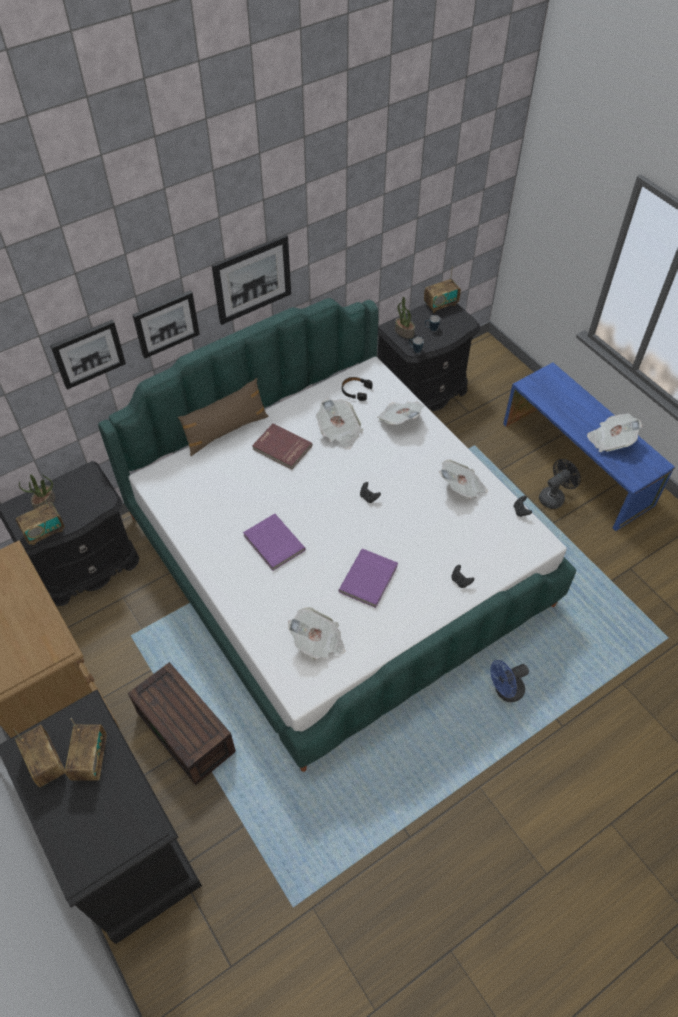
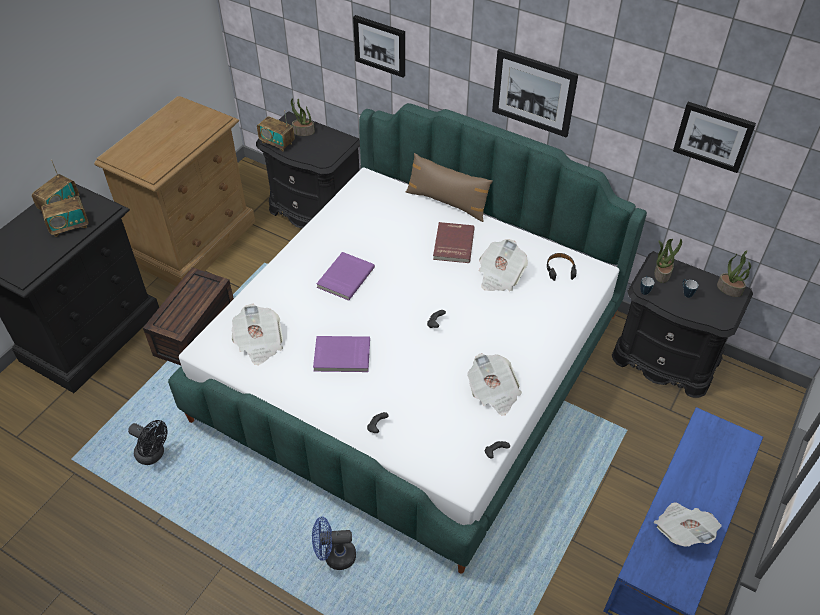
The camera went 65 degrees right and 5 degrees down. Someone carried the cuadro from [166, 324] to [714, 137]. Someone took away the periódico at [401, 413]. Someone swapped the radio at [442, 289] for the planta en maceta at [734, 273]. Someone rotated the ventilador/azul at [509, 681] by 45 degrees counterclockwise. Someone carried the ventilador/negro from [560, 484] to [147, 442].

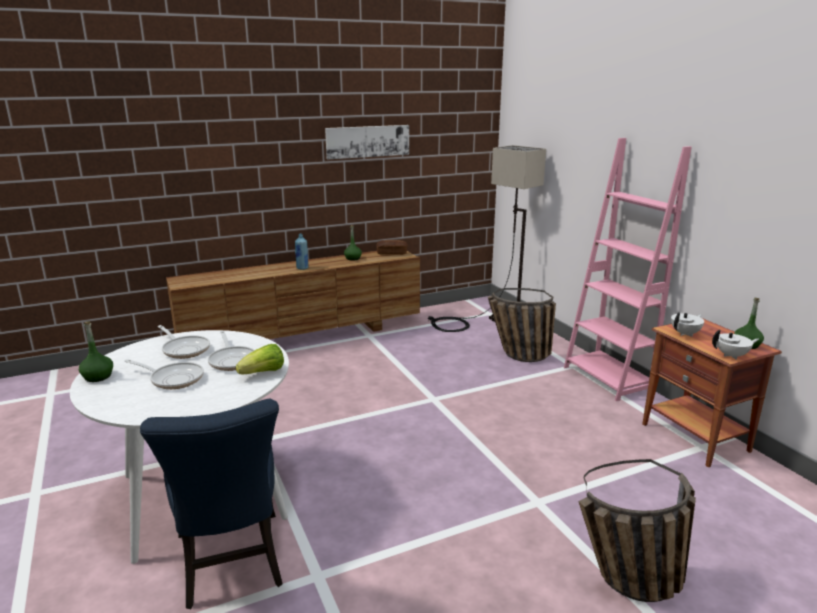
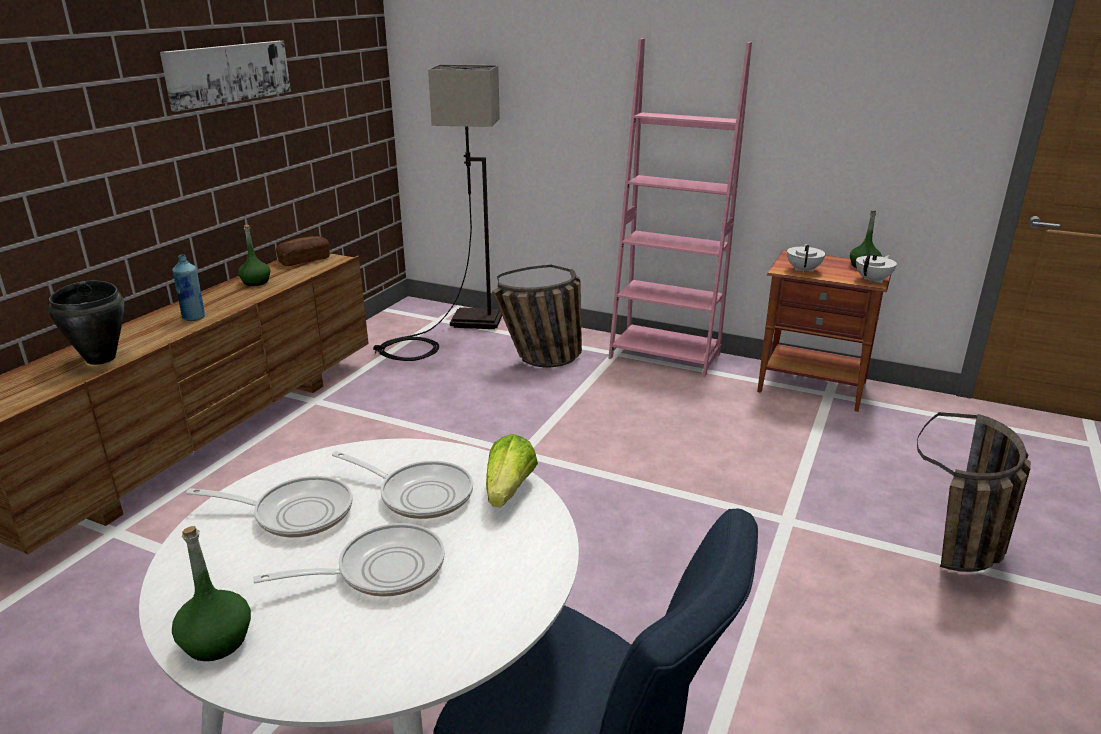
The camera went 40 degrees left and 5 degrees up. Someone put down the olla/negro at [86, 323].

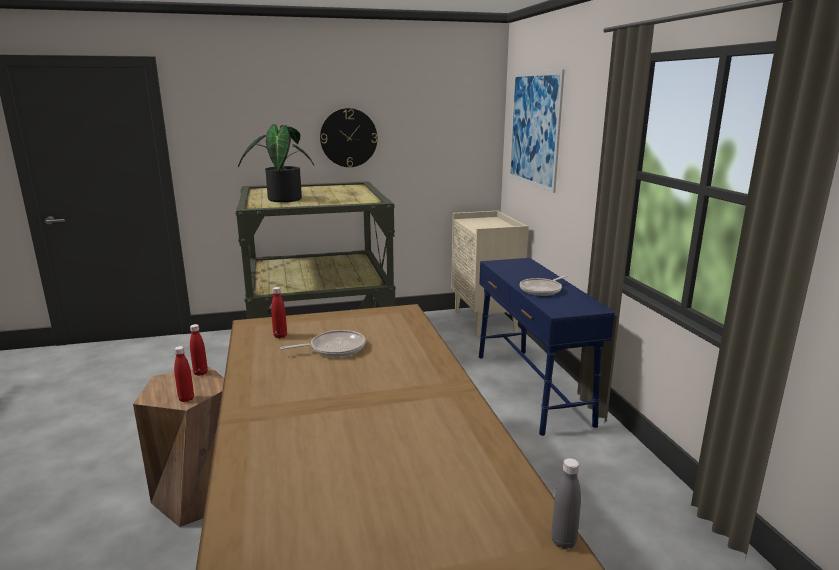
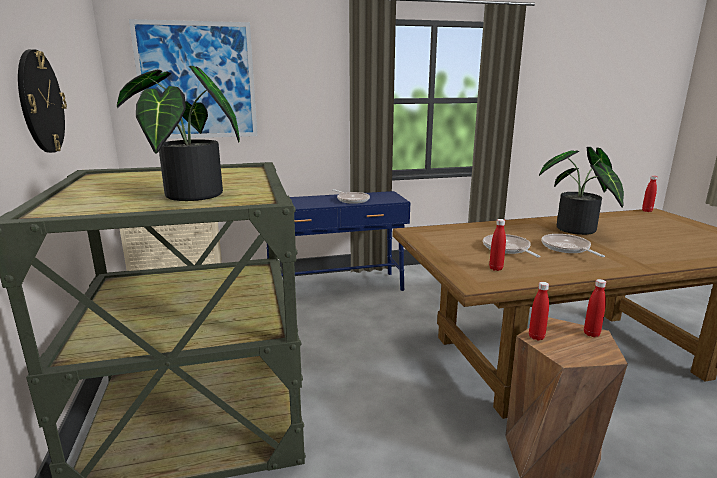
The camera went 90 degrees left and 0 degrees up. Someone repainted the botella/gris at [566, 503], which became the botella/rojo at [649, 193]. Someone put down the planta en maceta at [581, 191]. Someone put down the sartén at [573, 245].

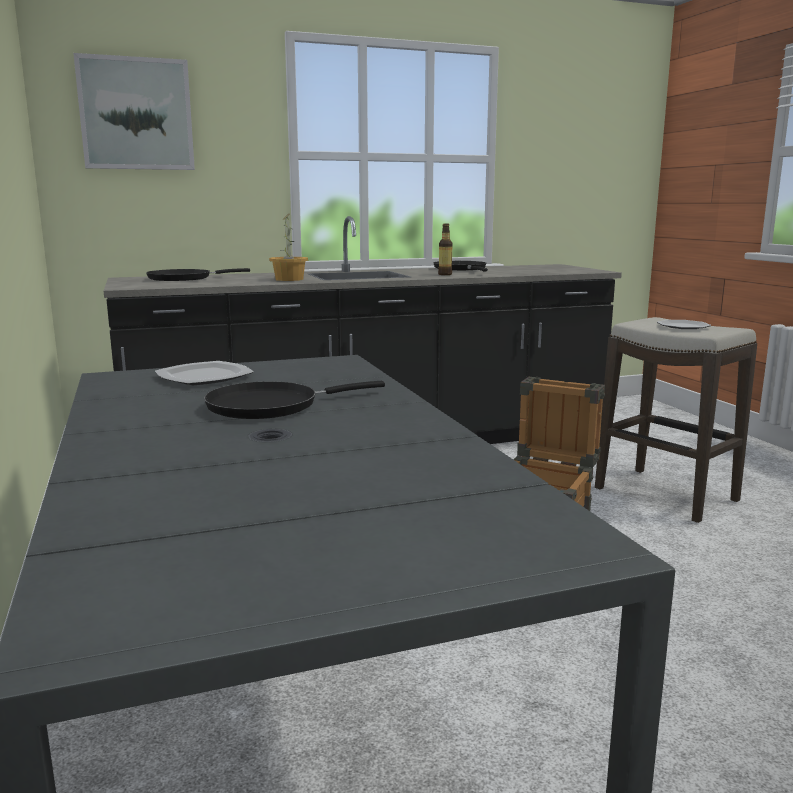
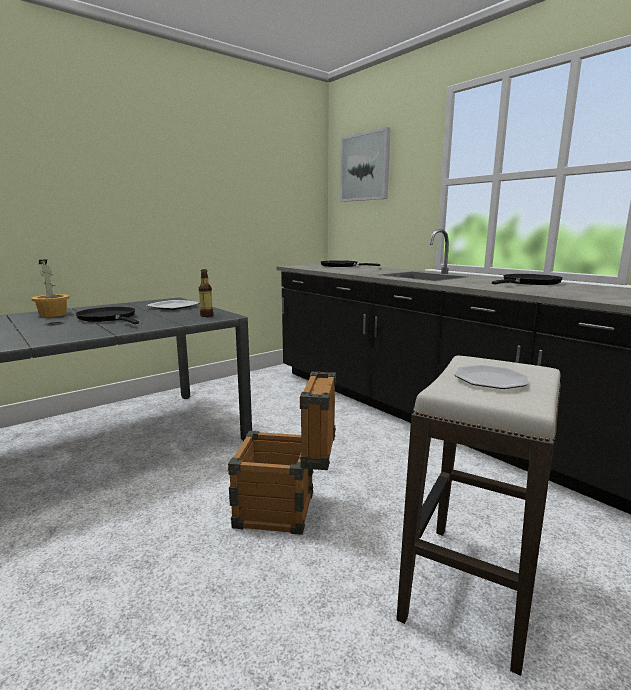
The camera went 70 degrees right and 0 degrees up. Someone carried the planta en maceta from [288, 247] to [50, 288]. Someone carried the botella from [445, 249] to [206, 293].

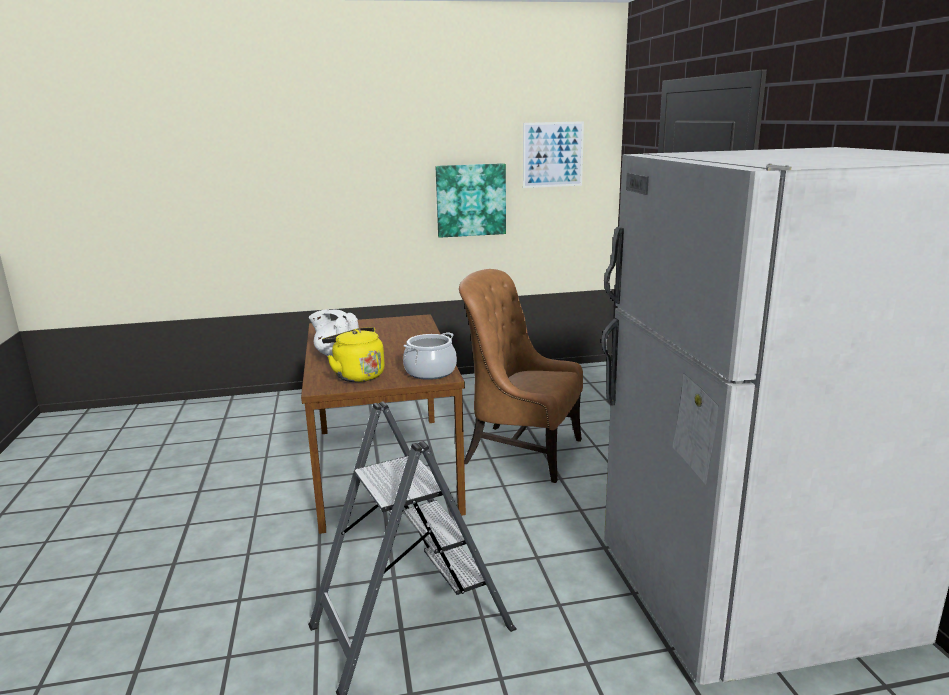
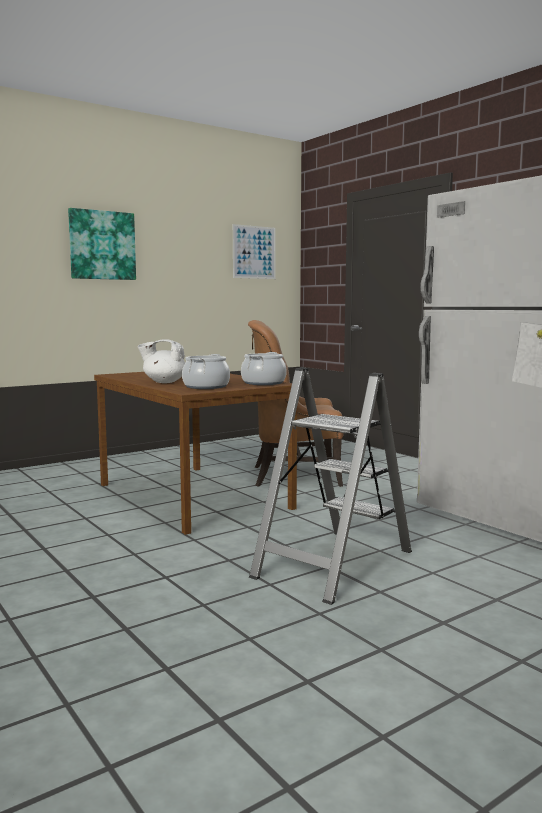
The camera went 25 degrees left and 10 degrees down. Someone swapped the hervidor/amarillo at [353, 354] for the olla at [206, 371]. Someone carried the cuadro from [471, 200] to [102, 244].

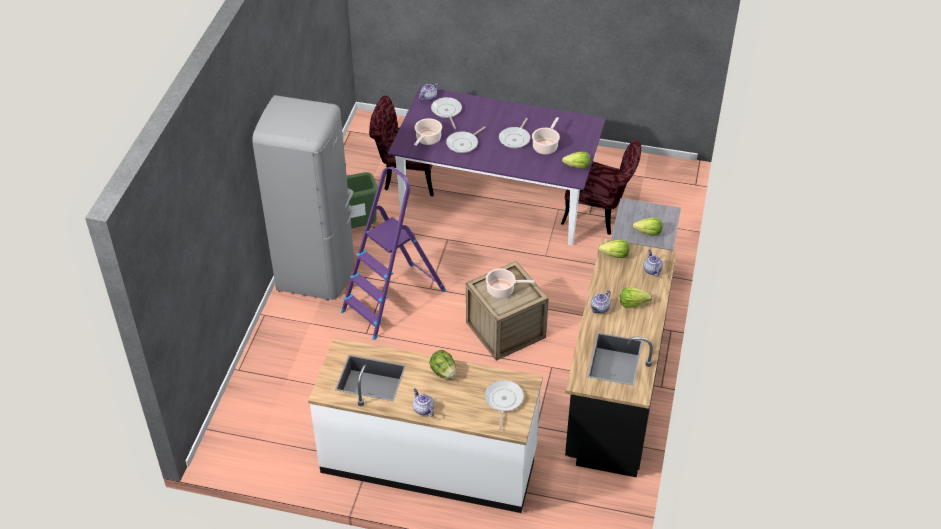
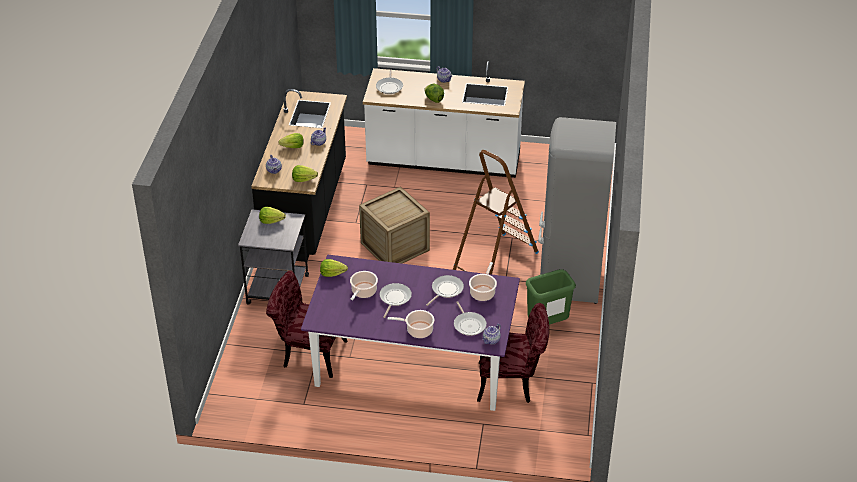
The camera went 175 degrees right and 5 degrees down. Someone repainted the escalera de tijera/morado at [393, 253], which became the escalera de tijera/marrón at [496, 212]. Someone carried the olla from [510, 283] to [411, 324].

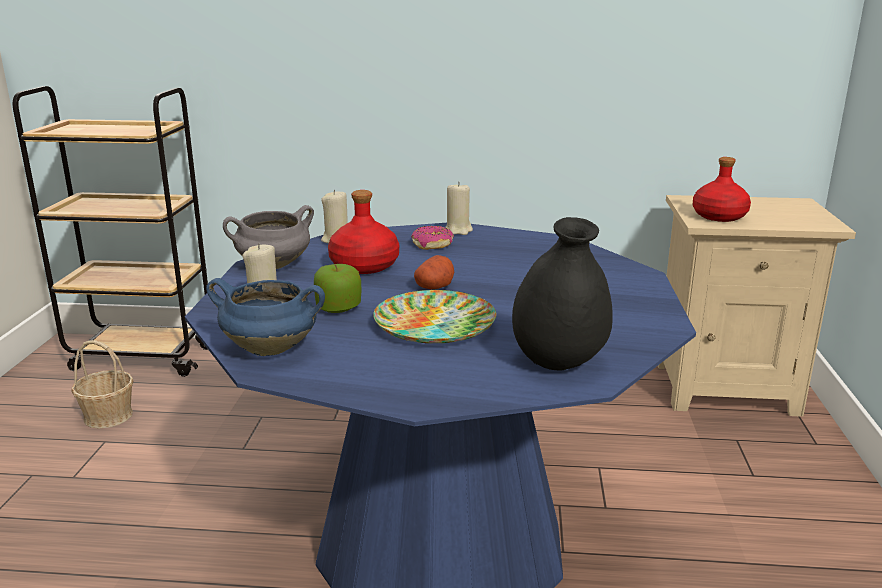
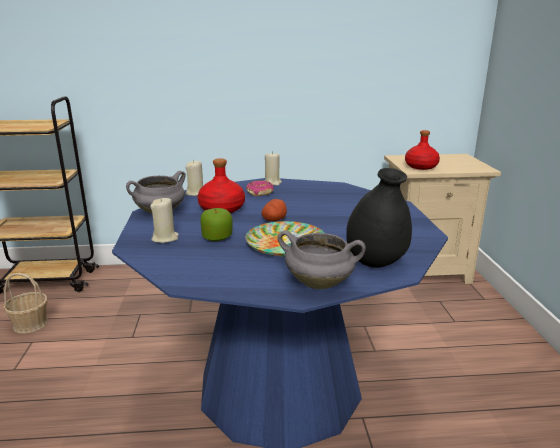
The camera went 10 degrees left and 0 degrees up. Someone took away the olla/azul at [265, 317]. Someone put down the olla/gris at [322, 259].

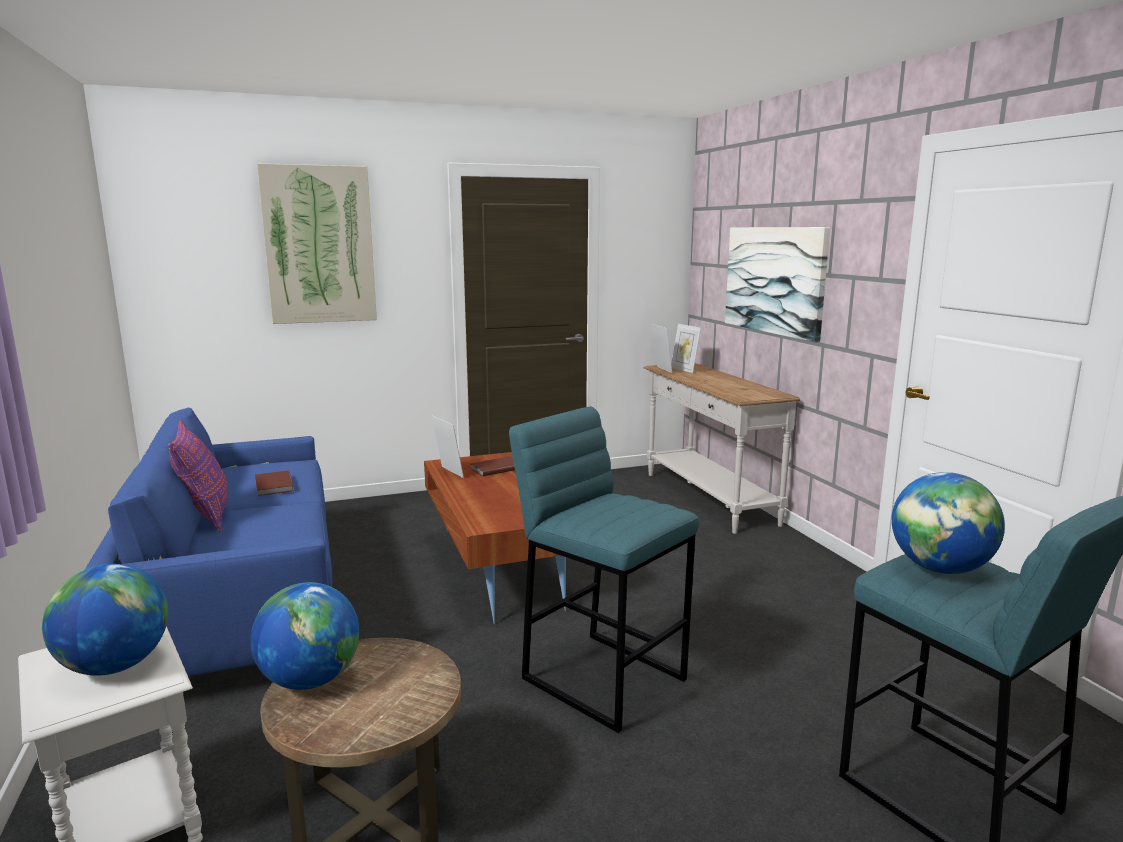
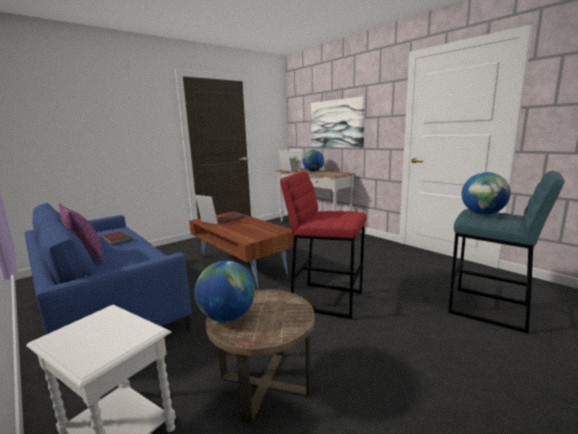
The camera went 20 degrees left and 0 degrees up. Someone carried the globo terráqueo from [105, 620] to [313, 161]. Someone took away the cuadro at [317, 243]. Someone repainted the taburete/turquesa at [604, 570], which became the taburete/rojo at [323, 245].

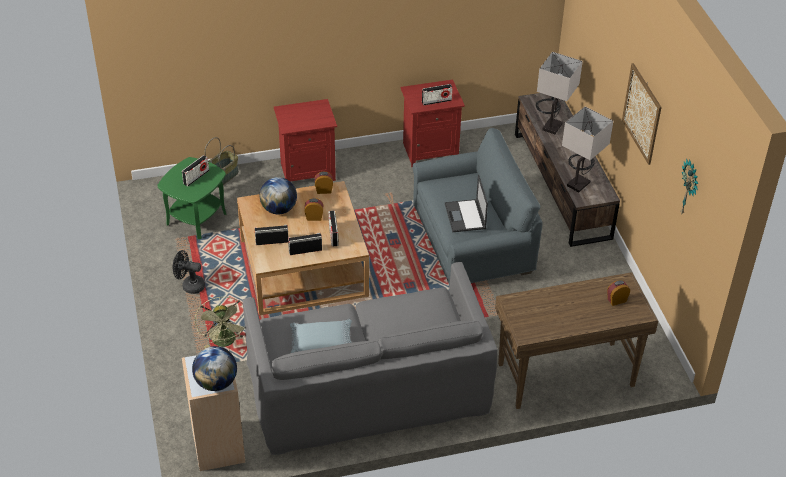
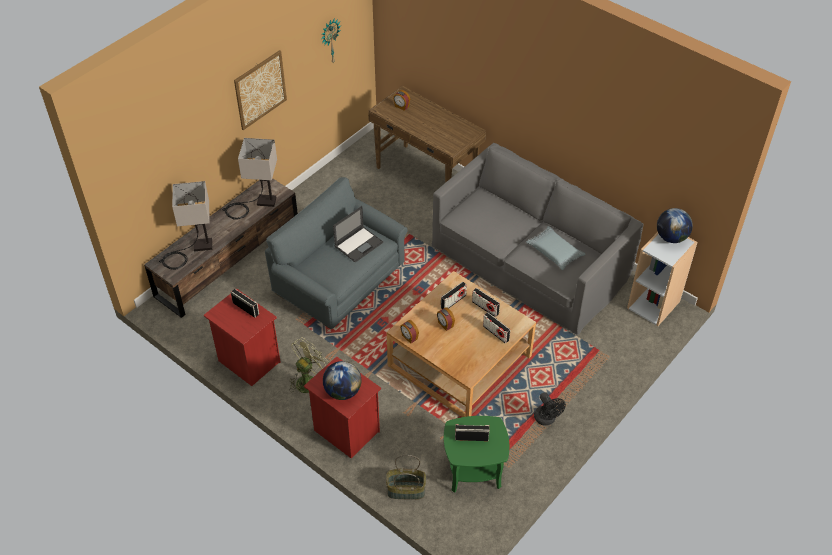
The camera went 125 degrees left and 5 degrees up. Someone carried the ventilador/verde from [220, 322] to [308, 365]. Someone carried the globo terráqueo from [278, 196] to [342, 380].

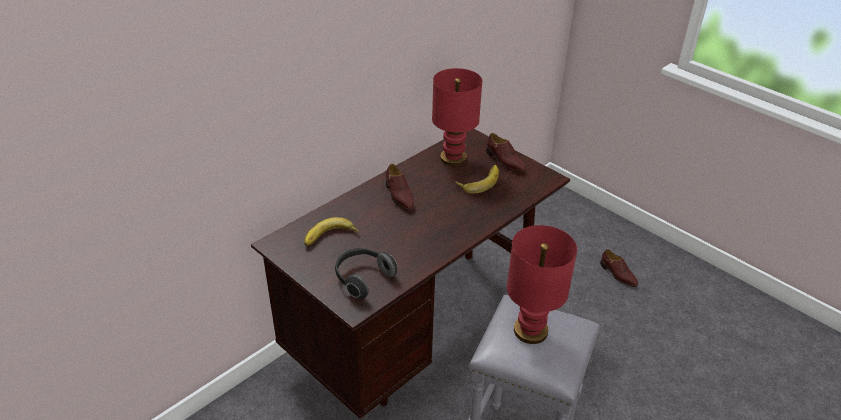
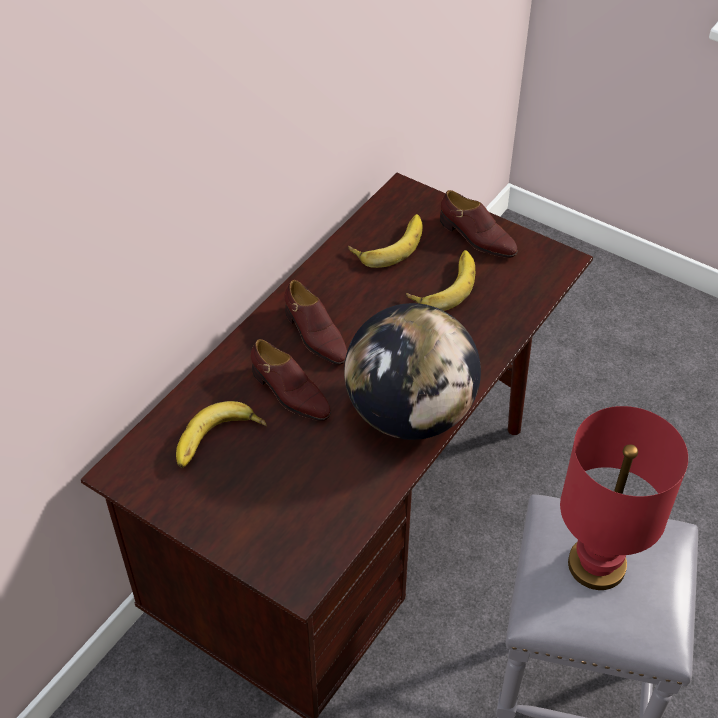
The camera went 10 degrees left and 10 degrees up. Someone took away the auriculares at [366, 273]. Someone swapped the lámpara de mesa/rojo at [457, 117] for the plátano at [385, 241]. Someone carried the zapato/marrón from [619, 268] to [291, 380]. Someone put down the globo terráqueo at [412, 371].

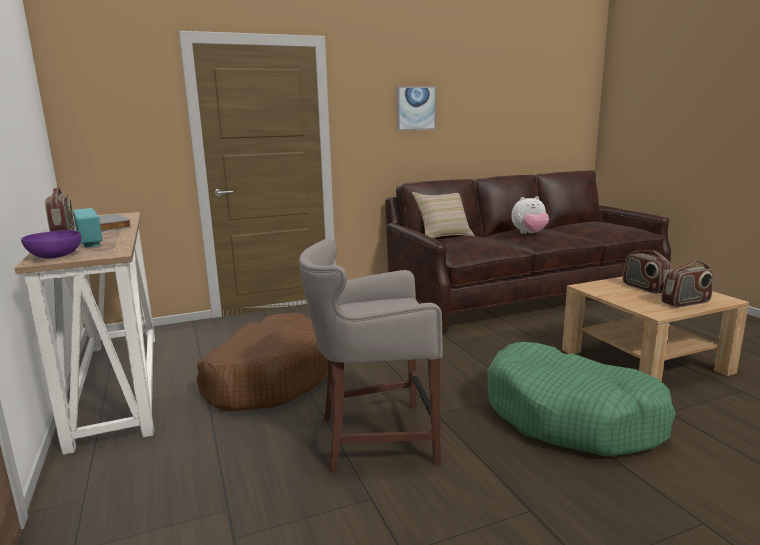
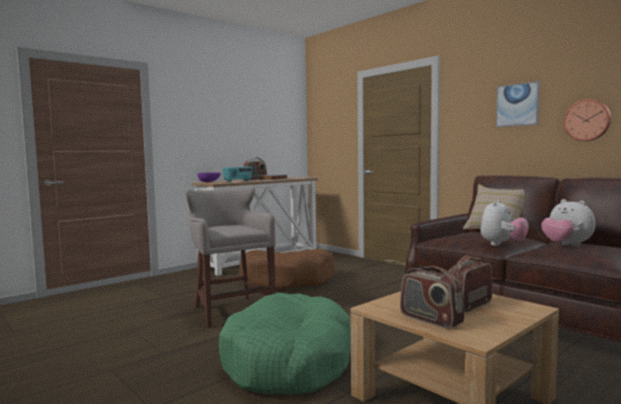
The camera went 70 degrees right and 10 degrees down. Someone put down the peluche at [504, 223]. Someone put up the reloj de pared at [587, 120].

